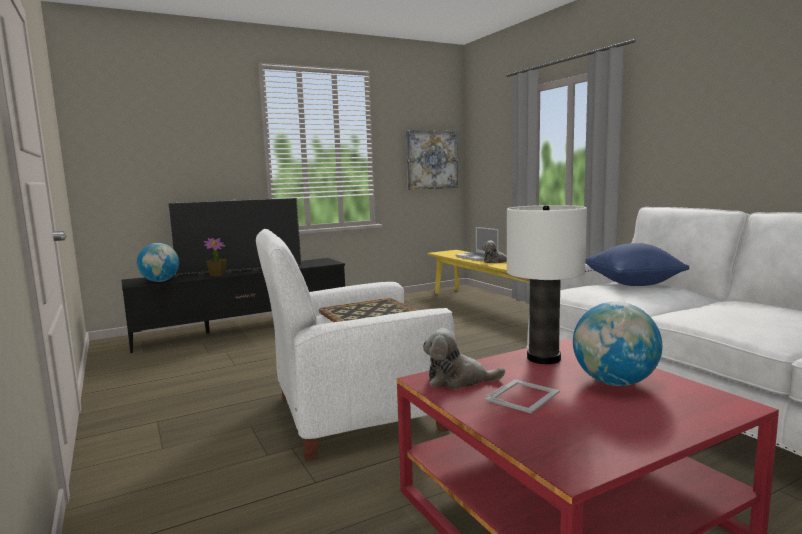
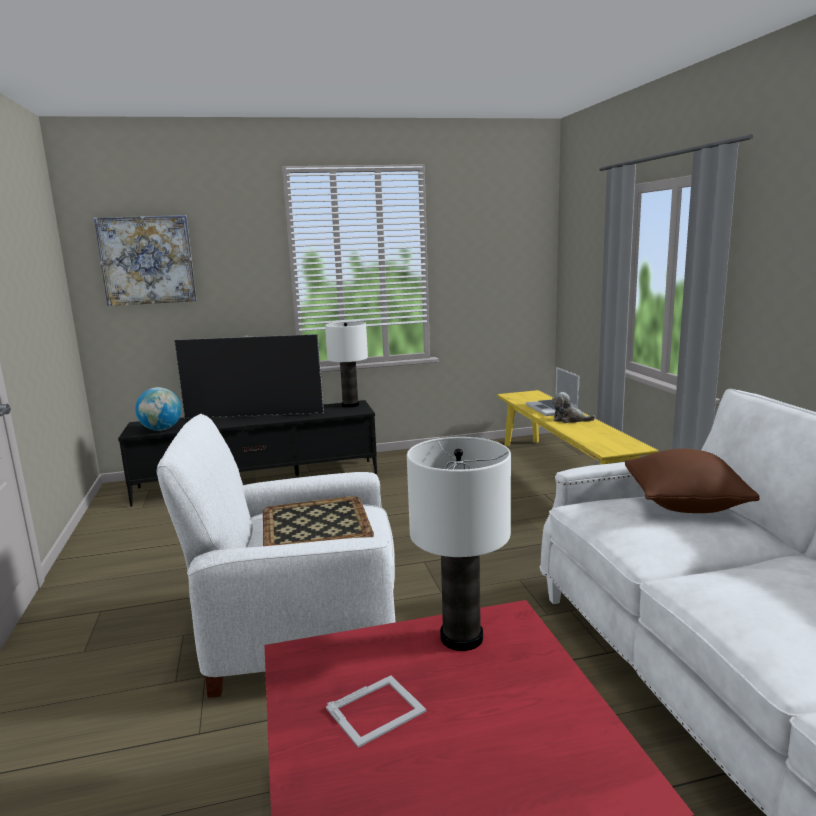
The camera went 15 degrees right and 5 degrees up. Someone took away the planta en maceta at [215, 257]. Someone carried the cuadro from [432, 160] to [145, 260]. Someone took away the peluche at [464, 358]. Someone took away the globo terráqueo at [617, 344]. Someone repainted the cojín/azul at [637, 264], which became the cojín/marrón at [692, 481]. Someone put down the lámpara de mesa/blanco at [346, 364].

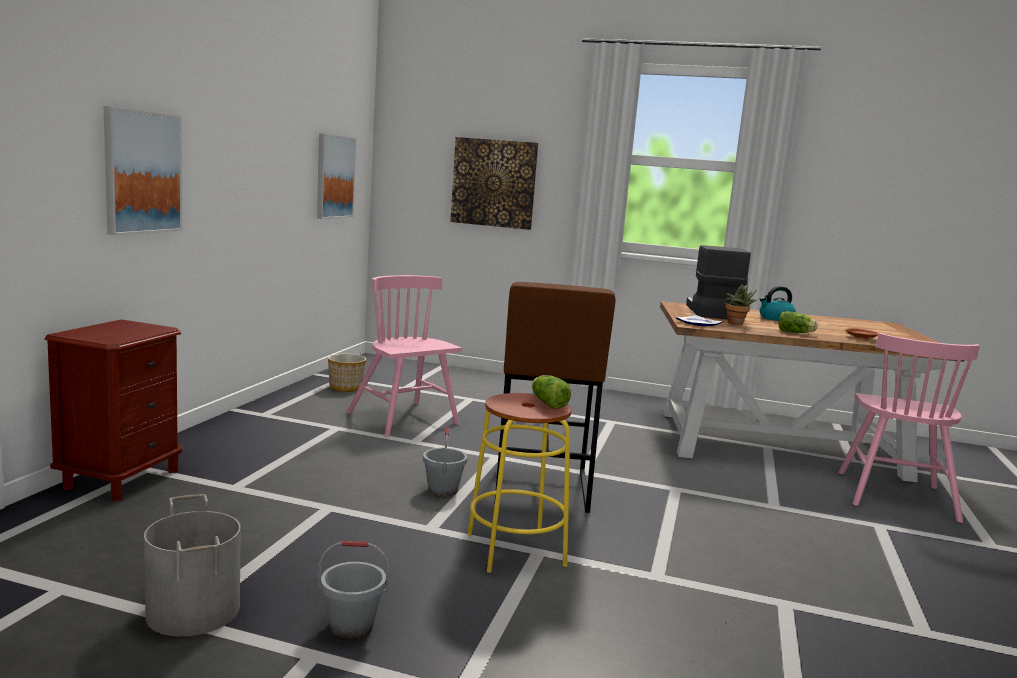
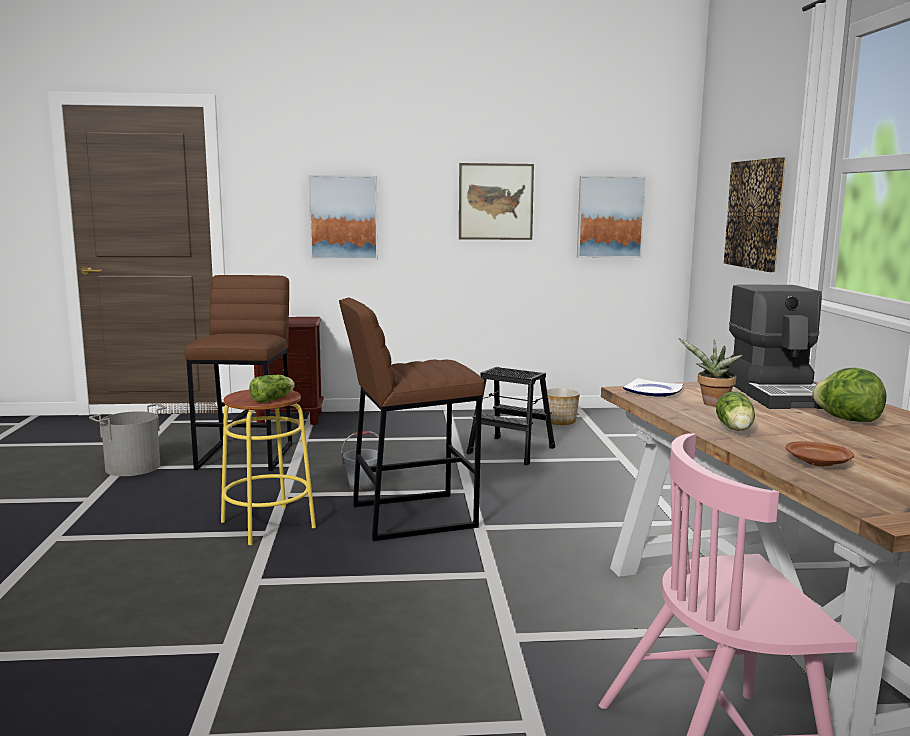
The camera went 70 degrees right and 0 degrees up. Someone took away the cubo/gris at [354, 590]. Someone swapped the silla/rosa at [404, 356] for the escalera de tijera/negro at [510, 416]. Someone rotated the cafetera at [718, 282] by 105 degrees clockwise. Someone swapped the hervidor at [778, 303] for the lechuga at [849, 395]. Someone put down the taburete/marrón at [238, 373]. Someone put up the cuadro at [496, 201].

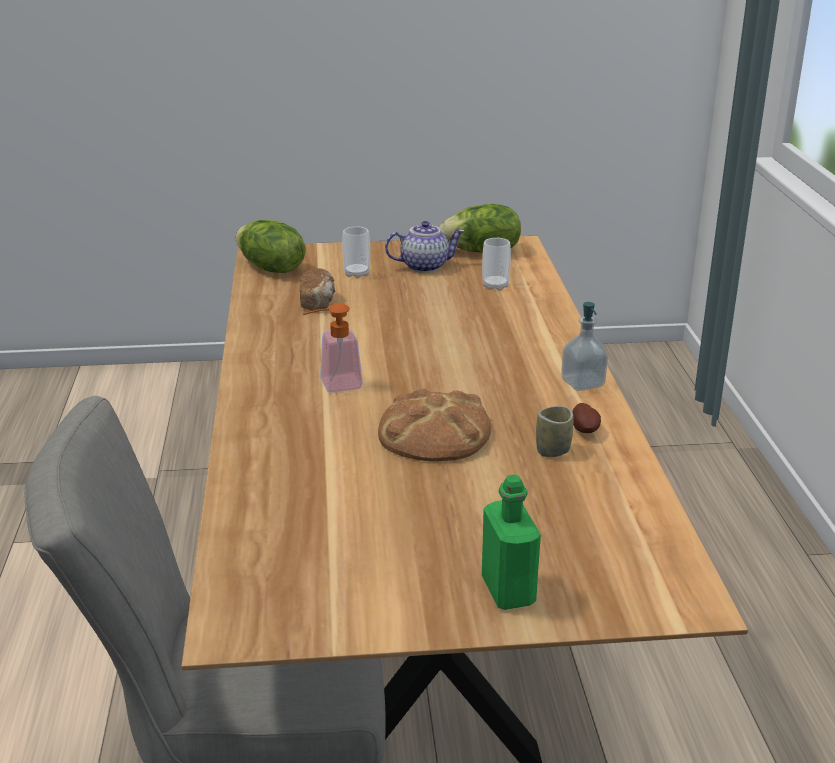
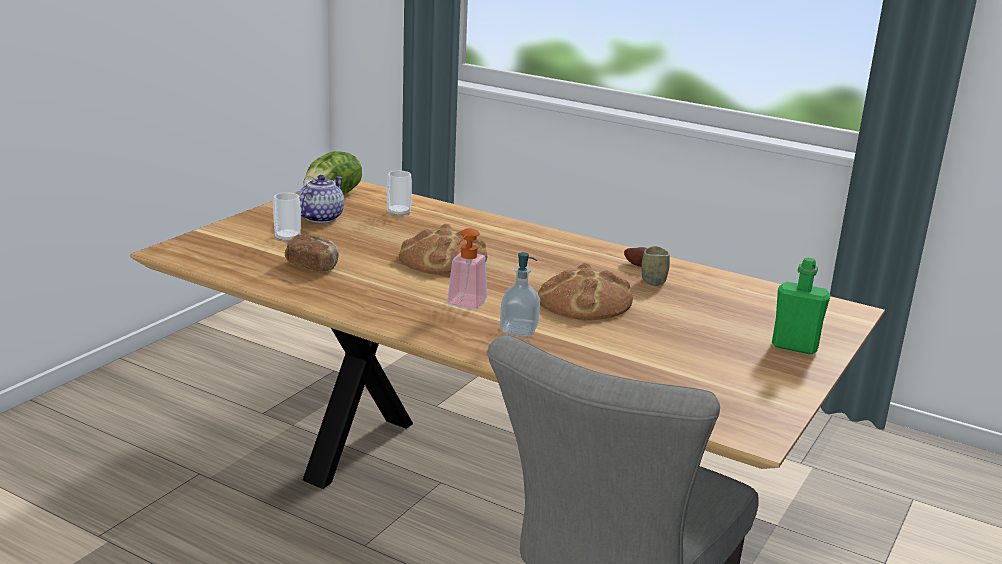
The camera went 55 degrees left and 5 degrees down. Someone took away the lechuga at [270, 246]. Someone carried the dispensador de jabón from [584, 346] to [520, 294]. Someone put down the pan at [443, 249].

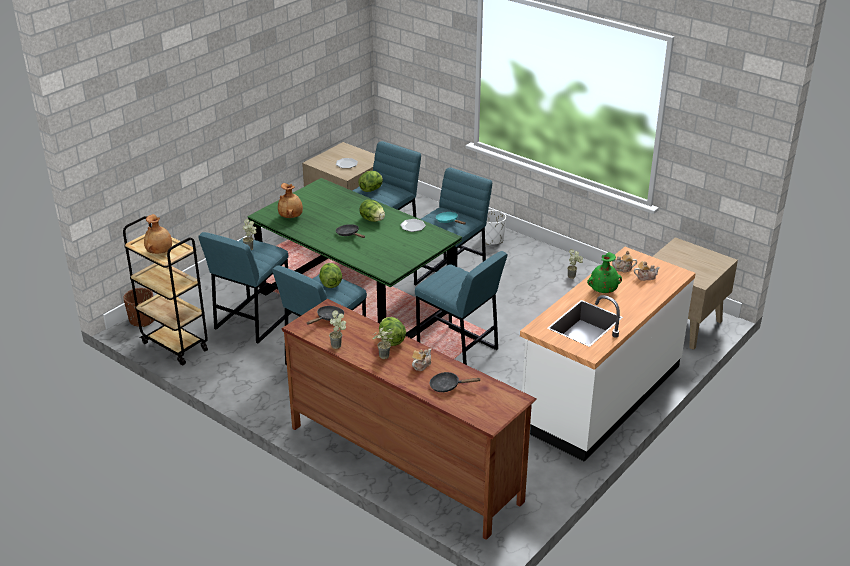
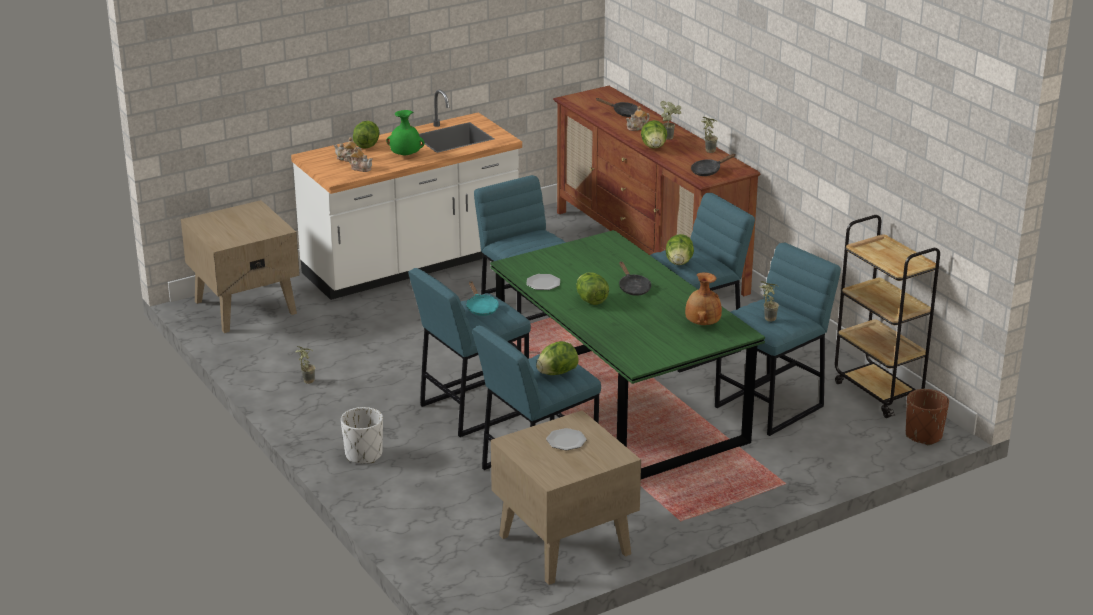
The camera went 160 degrees left and 5 degrees down. Someone took away the florero/marrón at [158, 234]. Someone put down the lechuga at [366, 135].

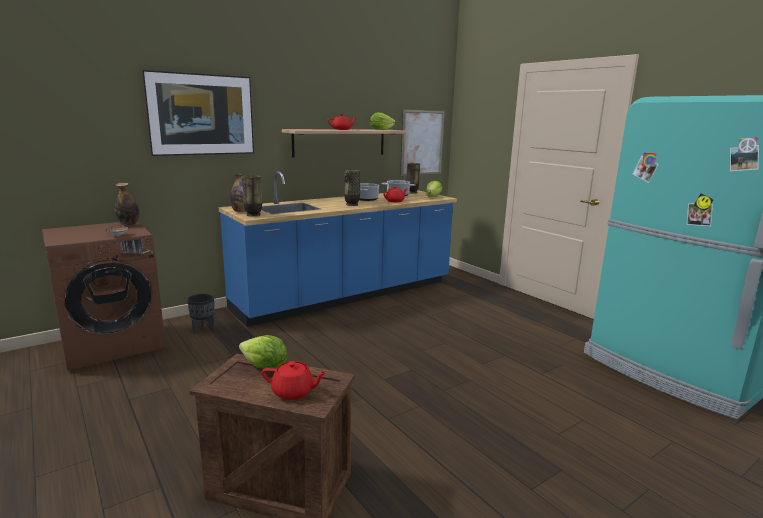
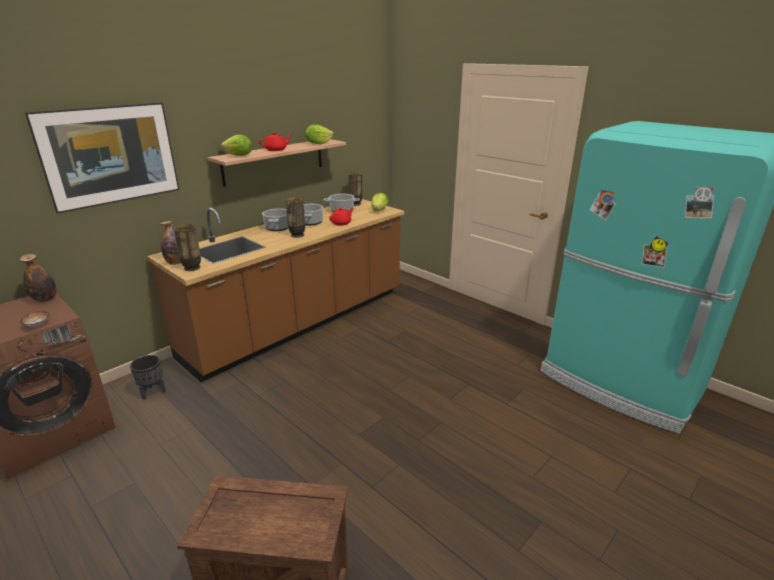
The camera went 10 degrees left and 10 degrees up. Someone repainted the mueble bajo de cocina/azul at [338, 249], which became the mueble bajo de cocina/marrón at [275, 290]. Someone carried the lechuga from [263, 352] to [236, 145]. Someone took away the tetera/rojo at [294, 380]. Someone took away the cuadro at [422, 142]. Someone put down the olla at [275, 219].

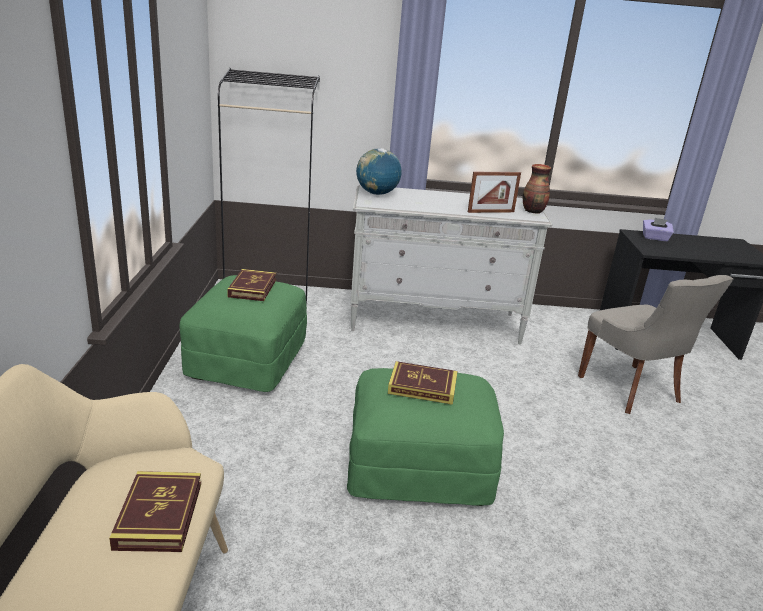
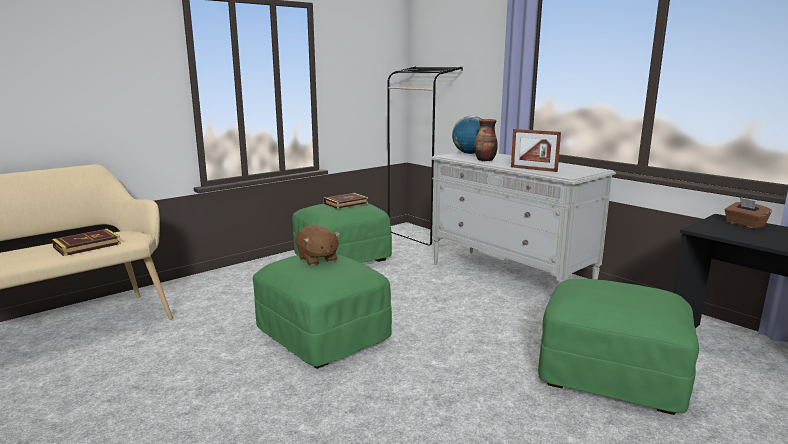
The camera went 50 degrees right and 10 degrees down. Someone swapped the libro at [423, 383] for the peluche/marrón at [318, 245]. Someone carried the florero from [537, 189] to [486, 140]. Someone swapped the silla/gris at [655, 344] for the puf/verde at [618, 347]. Someone repainted the caja de pañuelos/morado at [658, 229], which became the caja de pañuelos/marrón at [748, 213].

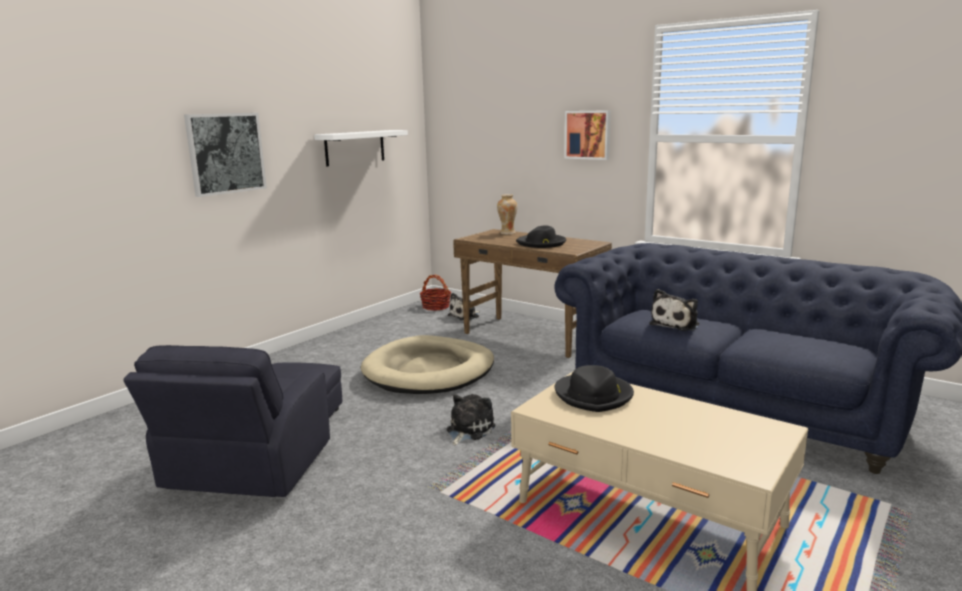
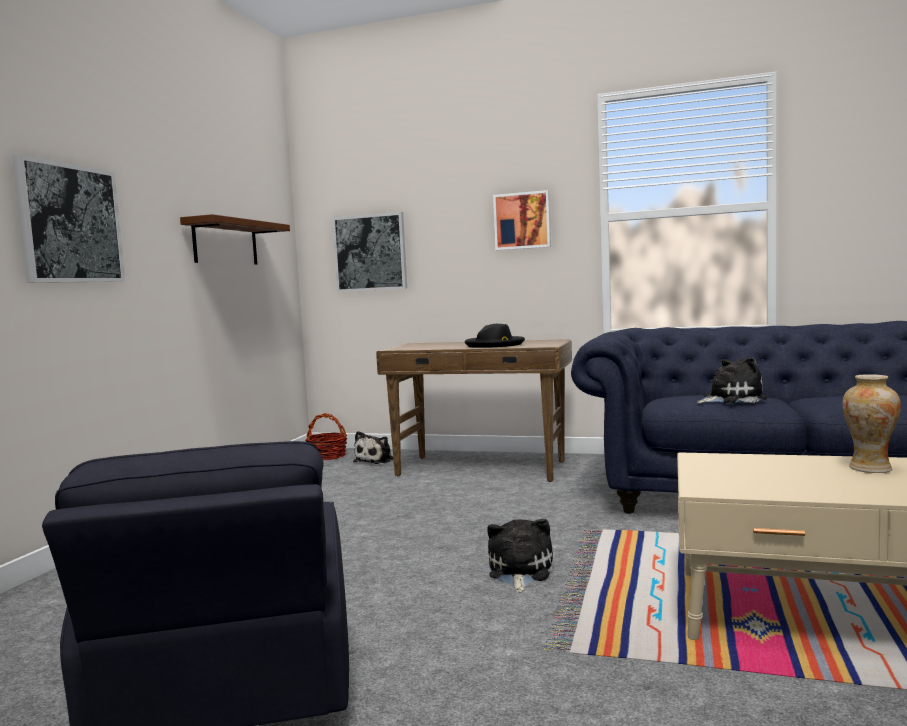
The camera went 20 degrees left and 10 degrees down. Someone repainted the estante/blanco at [361, 148], which became the estante/marrón at [235, 239]. Someone took away the cama para perro/beis at [427, 364]. Someone carried the florero from [507, 214] to [872, 423]. Someone took away the sombrero/negro at [594, 388]. Someone rotated the peluche at [674, 310] by 120 degrees counterclockwise. Someone put up the cuadro at [369, 252].

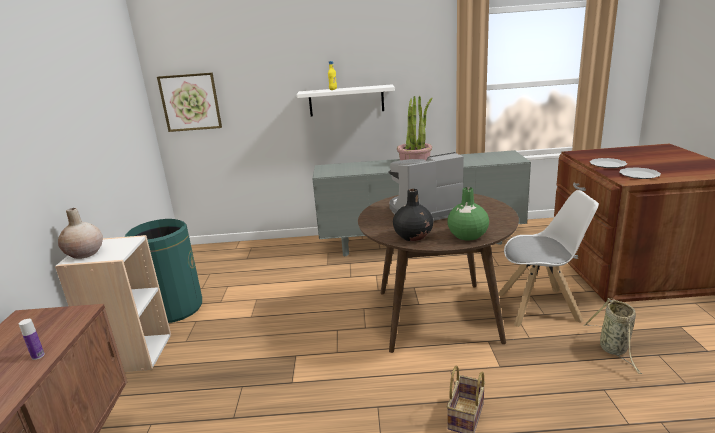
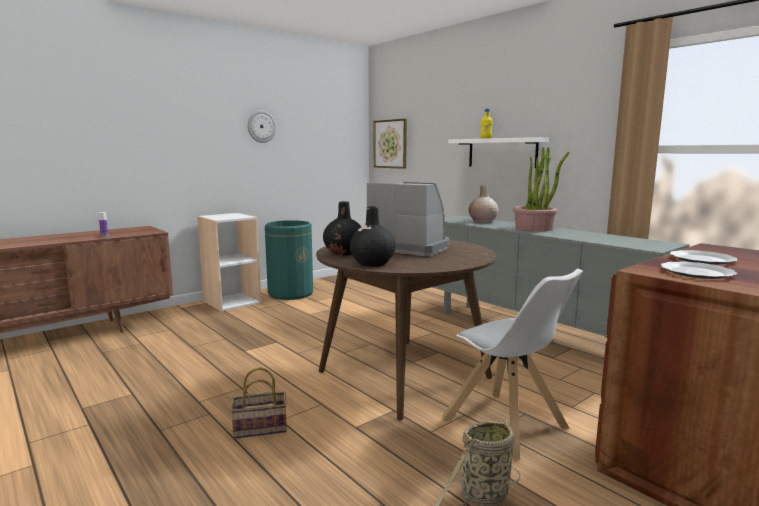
The camera went 50 degrees right and 10 degrees down. Someone carried the florero/beis from [80, 233] to [484, 204]. Someone repainted the florero/verde at [468, 213], which became the florero/negro at [373, 236]. Someone put up the reloj de pared at [261, 127].

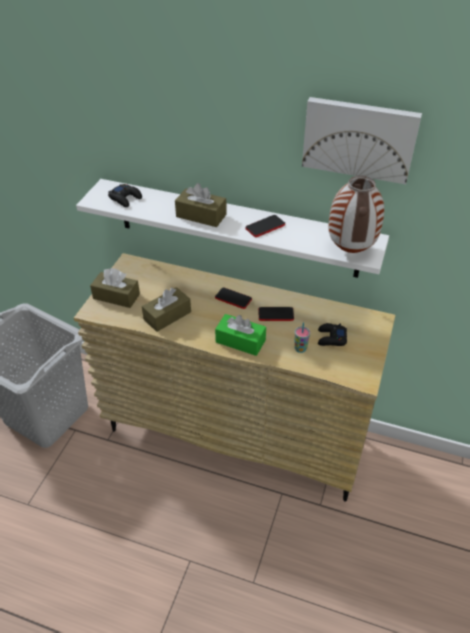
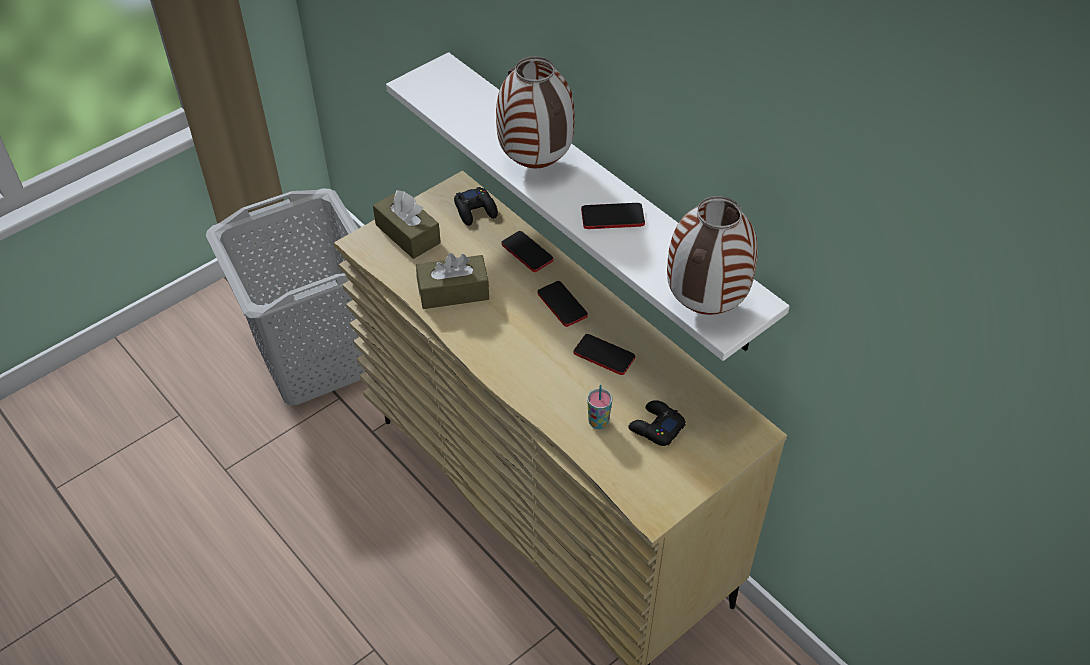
The camera went 30 degrees right and 5 degrees up. Someone carried the mando de consola/negro from [125, 195] to [476, 206]. Someone swapped the caja de pañuelos/marrón at [201, 205] for the florero at [535, 112]. Someone took away the caja de pañuelos/verde at [240, 335]. Someone took away the cuadro at [362, 140]. Someone put down the móvil at [527, 251].

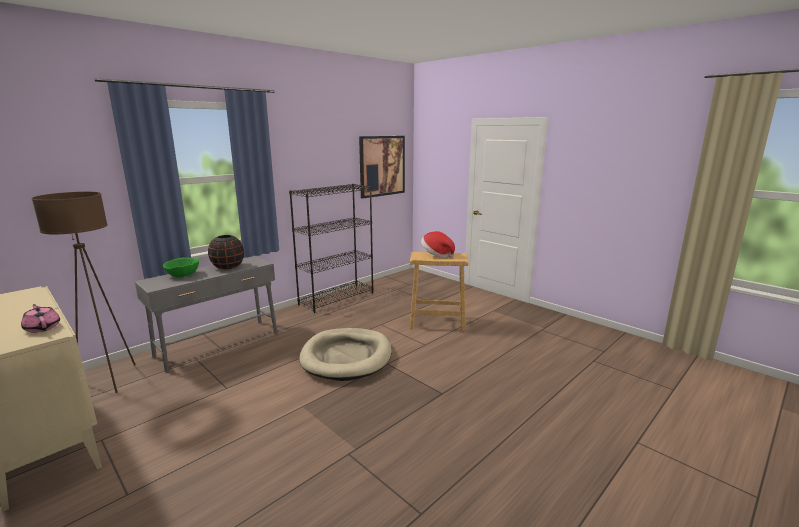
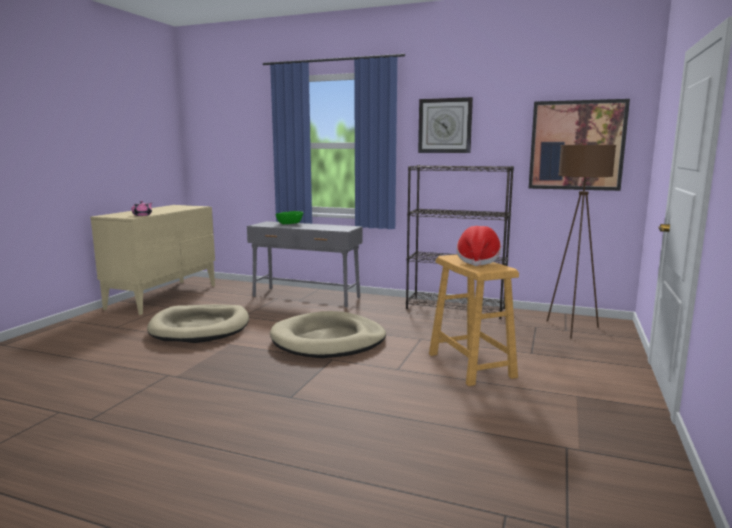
The camera went 65 degrees right and 5 degrees down. Someone carried the lámpara de pie/marrón from [84, 292] to [581, 242]. Someone took away the florero/negro at [226, 252]. Someone put down the cama para perro/beis at [198, 323]. Someone put up the reloj de pared at [445, 125].

